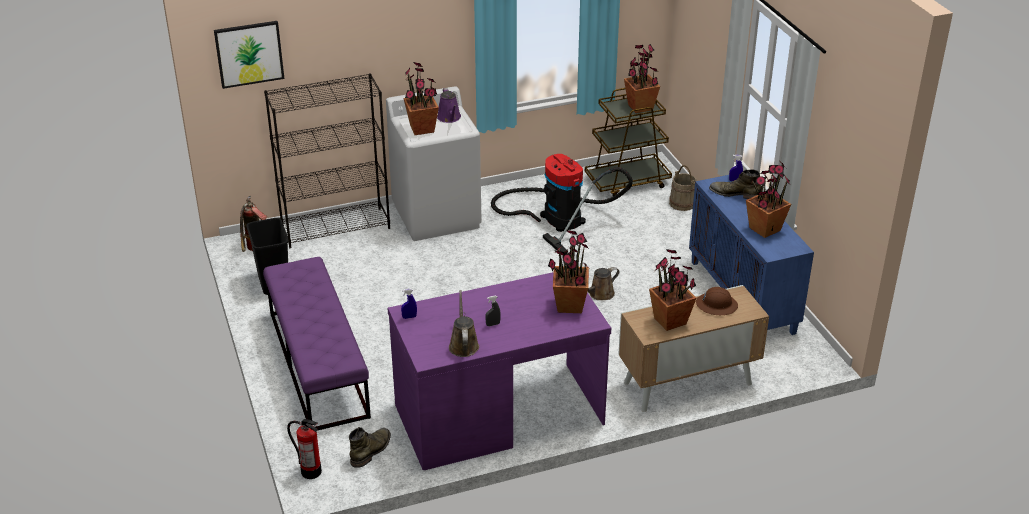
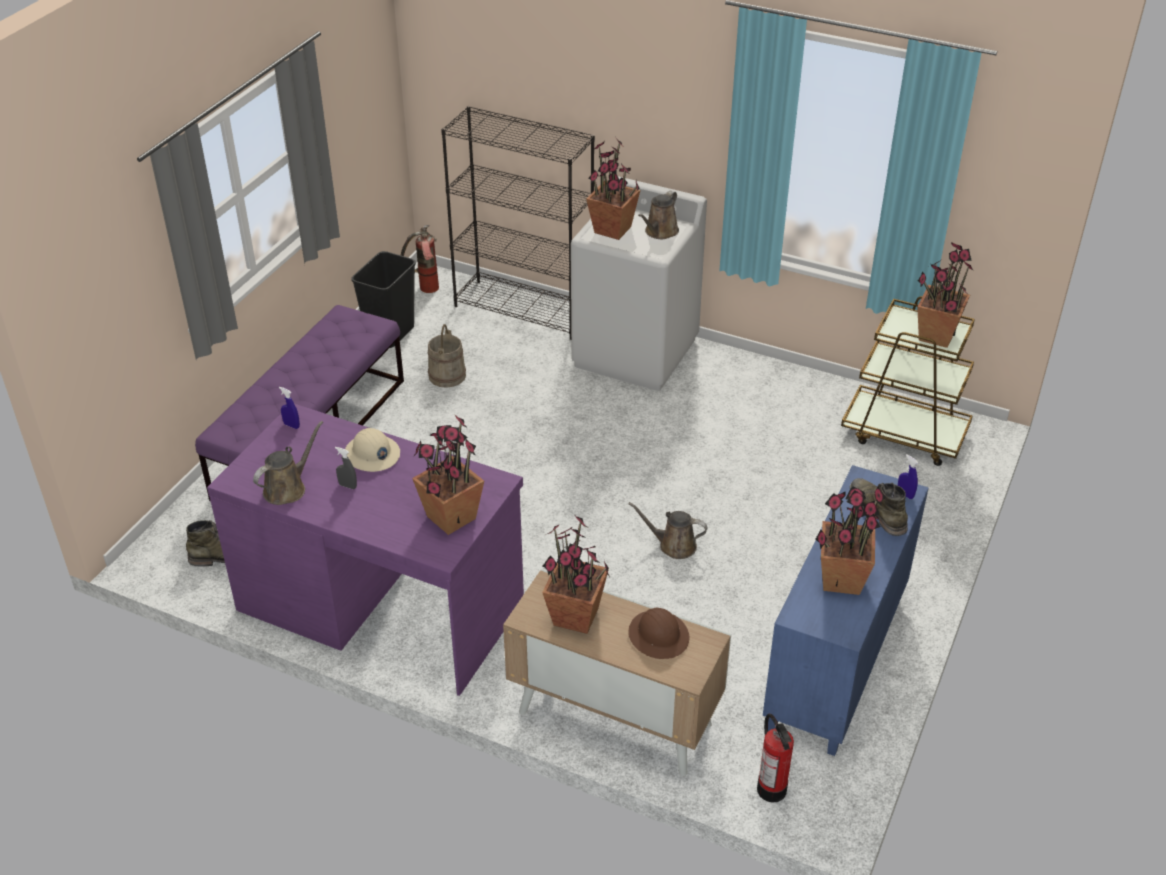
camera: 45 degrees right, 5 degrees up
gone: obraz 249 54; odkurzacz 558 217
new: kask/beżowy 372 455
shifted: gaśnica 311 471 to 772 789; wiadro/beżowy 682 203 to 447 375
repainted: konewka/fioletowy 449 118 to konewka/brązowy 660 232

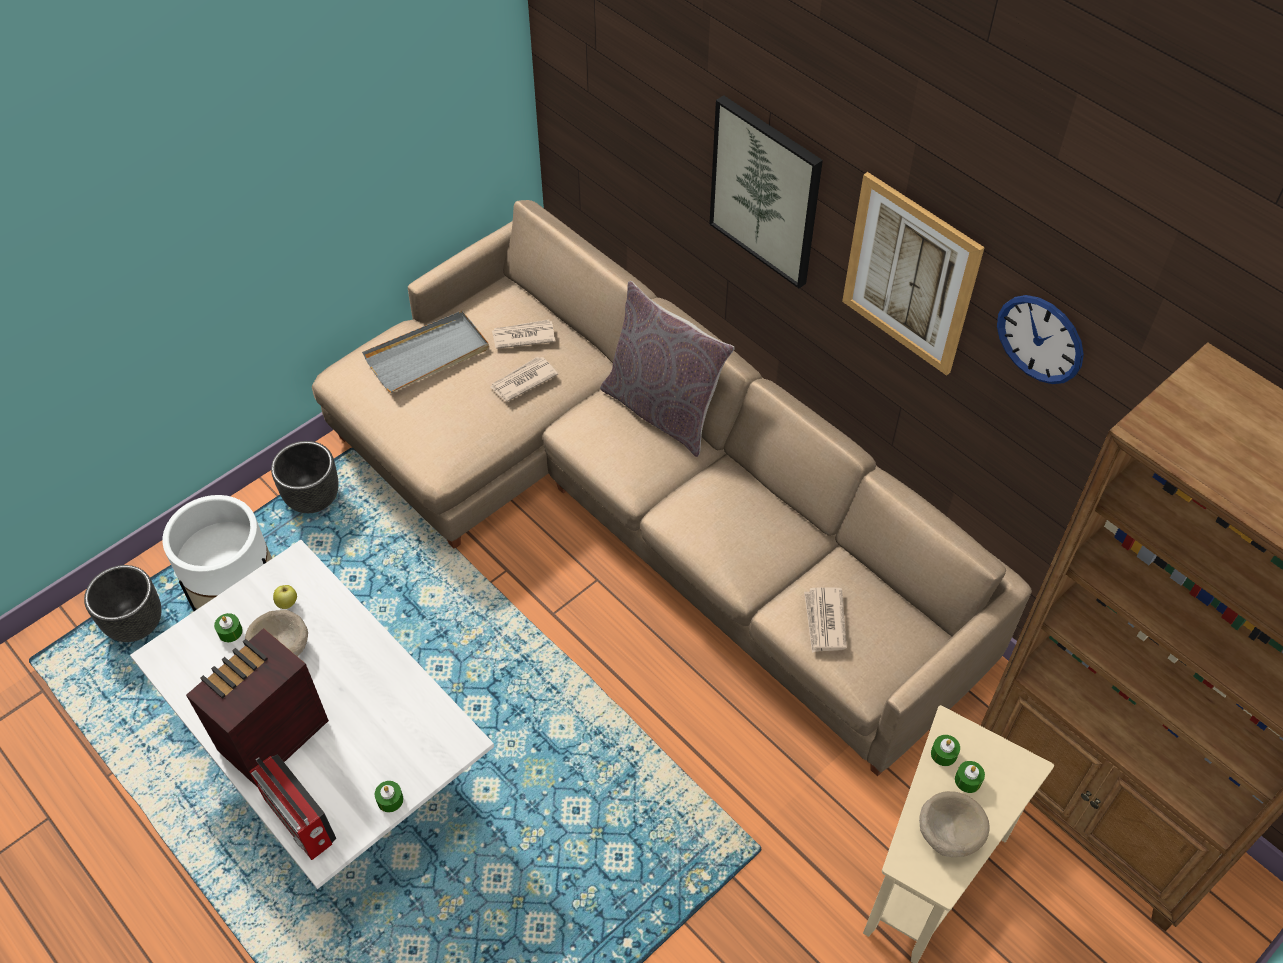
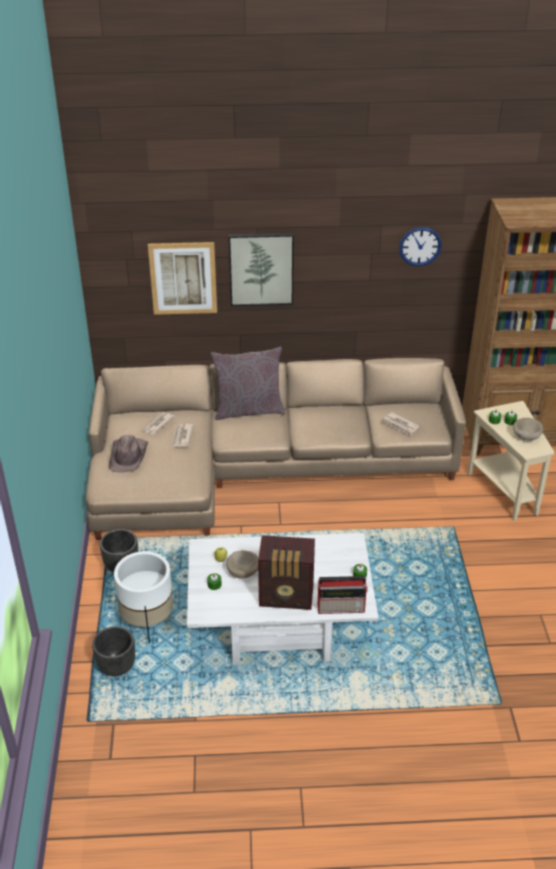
camera: 50 degrees left, 15 degrees down
shifted: obraz 910 275 to 183 278
swapped: taca/szary 428 355 to kapelusz/brązowy 129 456
rotated: radio 270 736 = 287 597 75 degrees counterclockwise

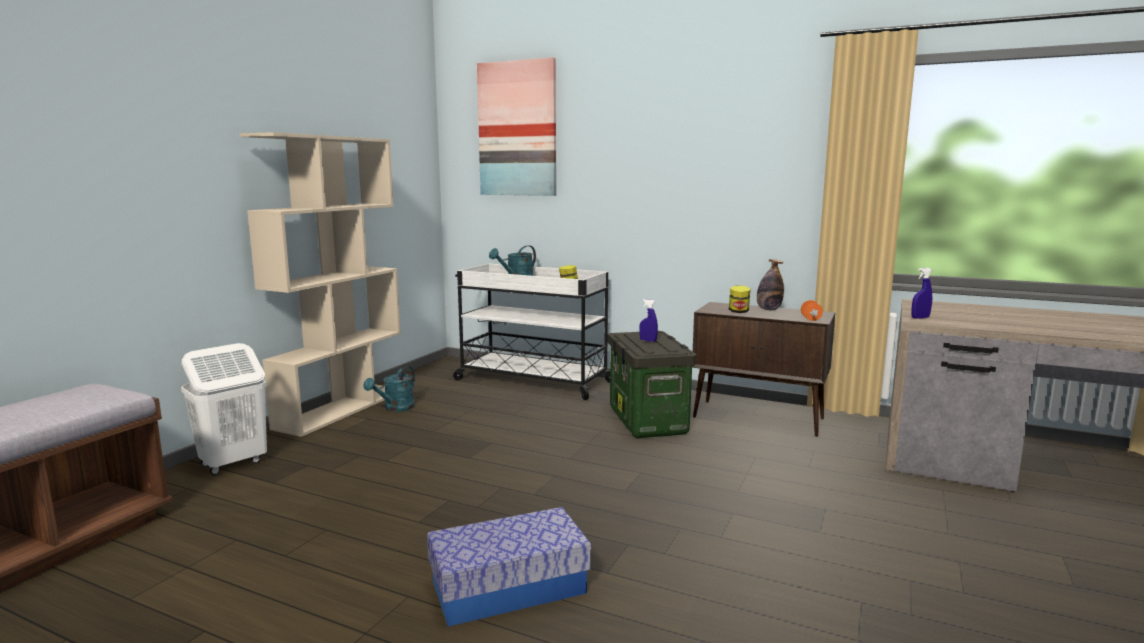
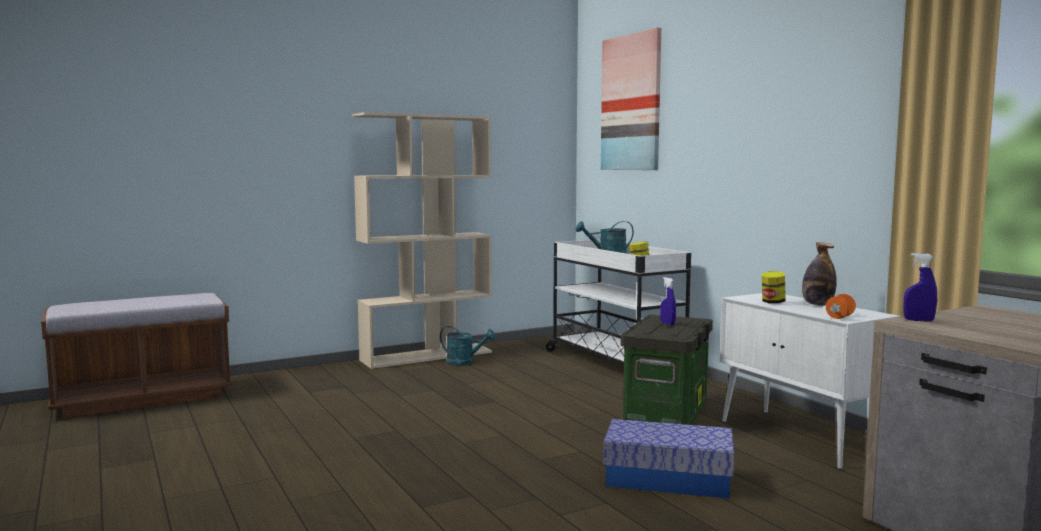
camera: 35 degrees right, 5 degrees down
gone: kosz na pranie/biały 232 464
shifted: pojemnik do przechowywania 509 587 to 668 479
repainted: szafka/brązowy 759 418 to szafka/biały 800 438
rotated: konewka/turkusowy 395 408 = 465 363 135 degrees counterclockwise

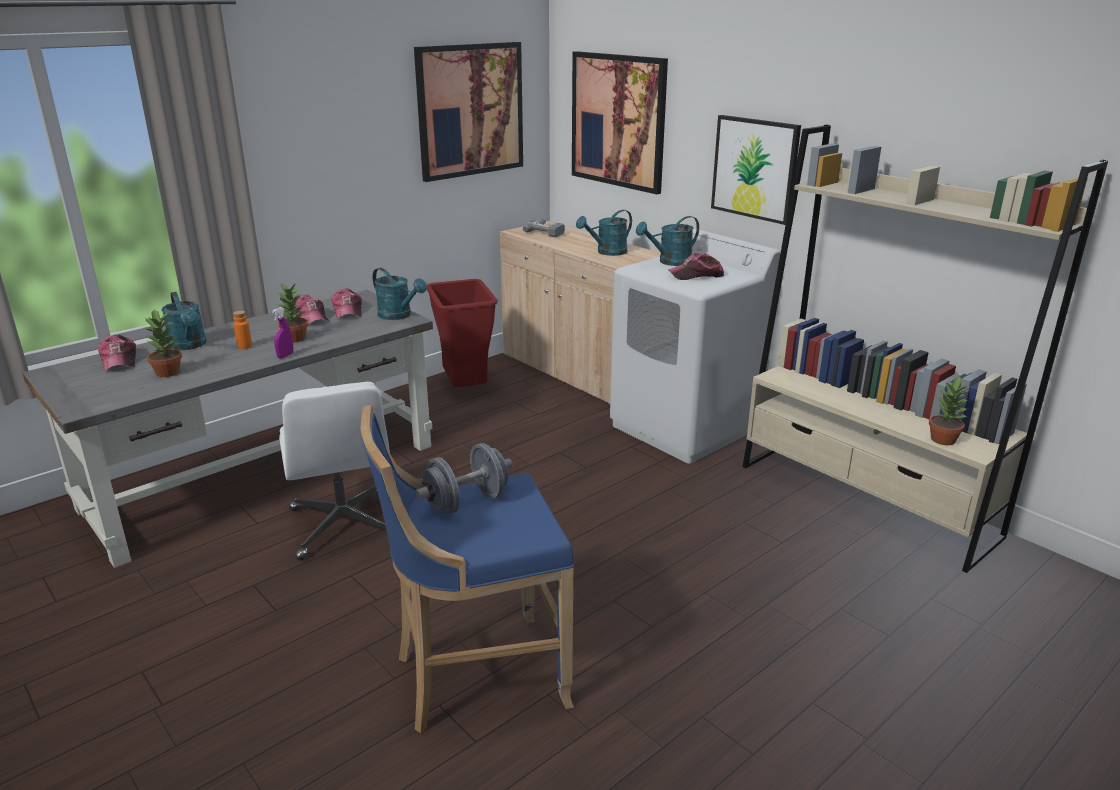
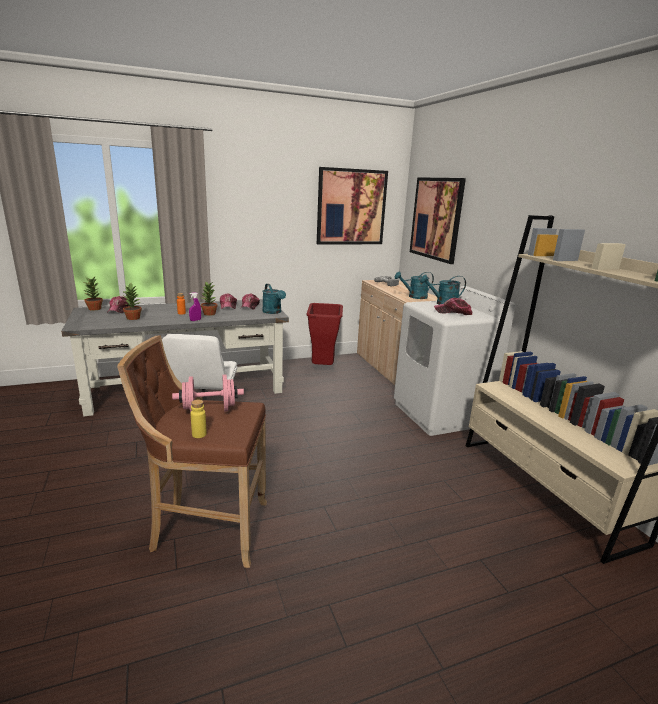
camera: 20 degrees right, 5 degrees down
gone: konewka/turkusowy 189 345; obraz 755 168
new: butelka/żółty 199 434
shifted: roślina doniczkowa 943 440 to 95 309
repainted: stołek/niebieski 475 677 to stołek/brązowy 207 528; hantel/szary 466 502 to hantel/różowy 209 410

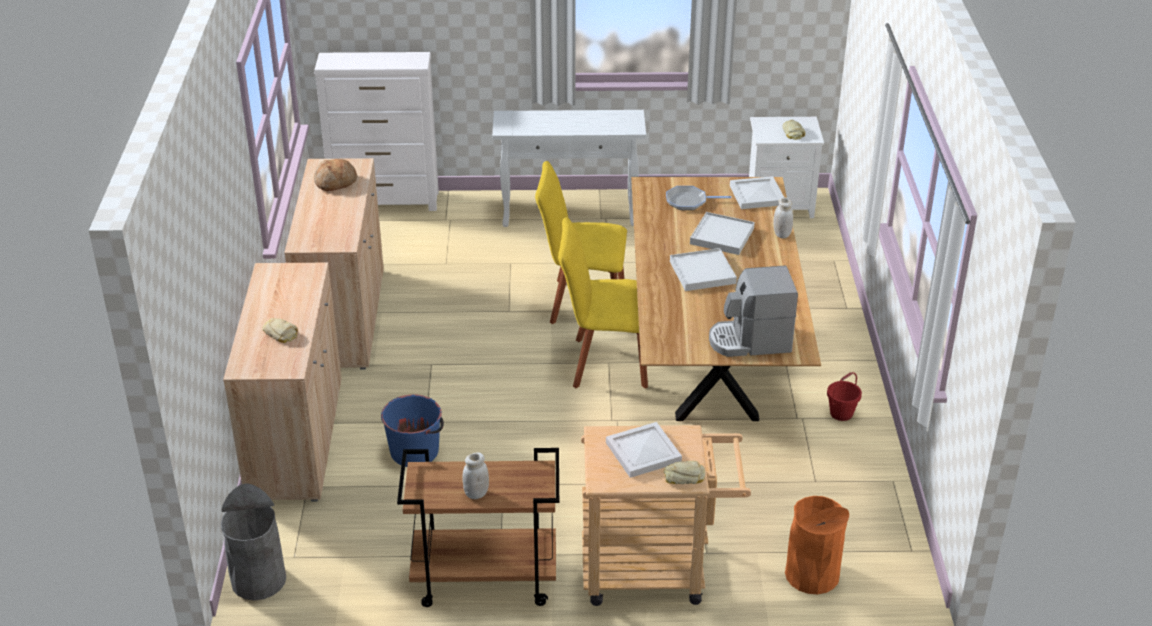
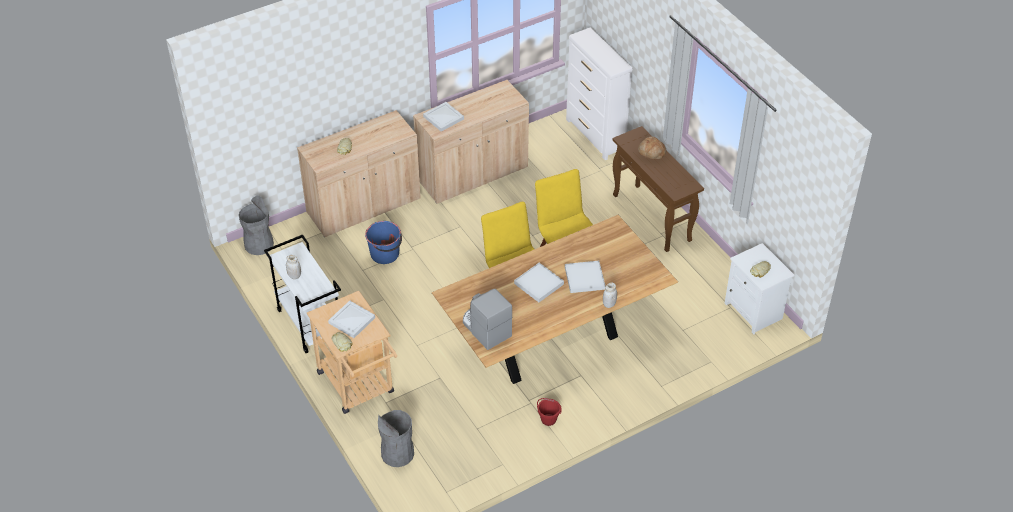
camera: 60 degrees right, 10 degrees up
gone: patelnia 688 201
shifted: chleb 335 182 to 651 152; taca/biały 758 195 to 443 118
repainted: wózek/brązowy 483 580 to wózek/biały 309 323; stolik konsolowy/biały 570 214 to stolik konsolowy/brązowy 652 218; kosz na śmieci/pomarańczowy 812 574 to kosz na śmieci/szary 397 453

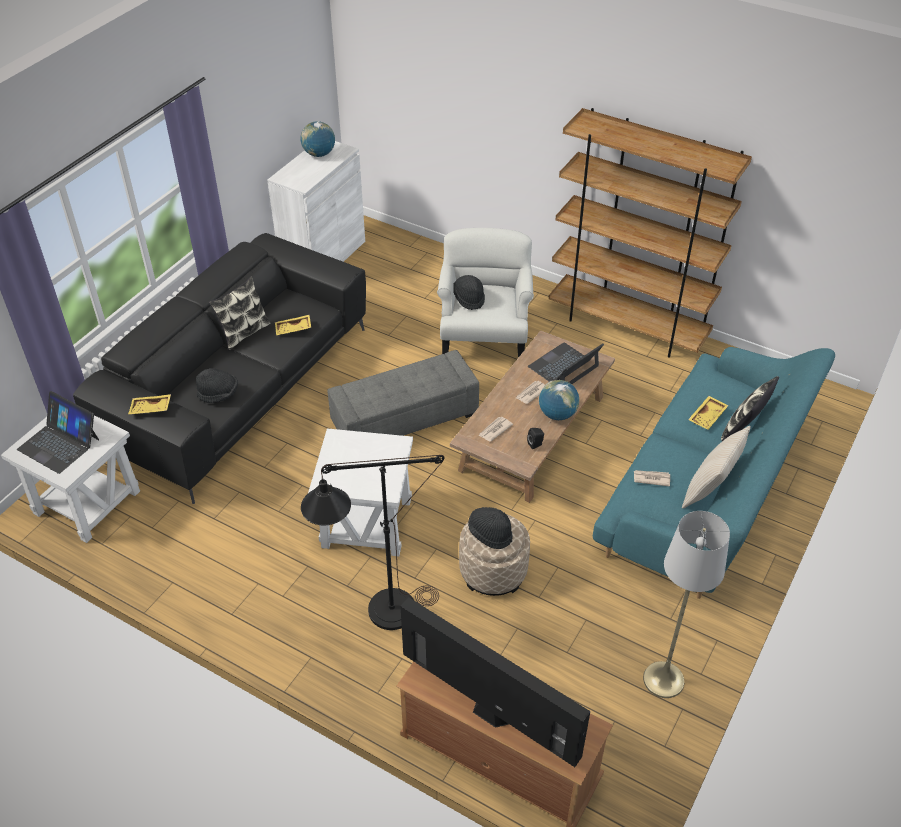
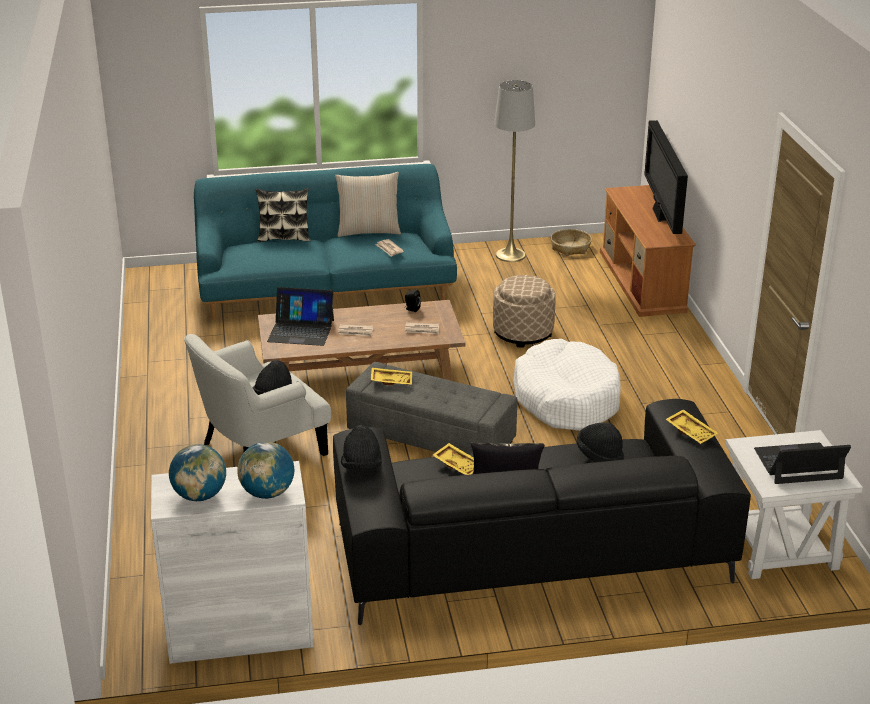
camera: 130 degrees left, 15 degrees down
gone: lampa stojąca/czarny 378 615; regał/brązowy 627 326
new: koszyk 570 248
shifted: kapelusz/czarny 490 533 to 361 466; globus 557 414 to 267 493; taca/żółty 708 417 to 391 381
swapped: stolik/biały 366 524 to legowisko/biały 566 399
rotated: laptop 59 444 = 798 464 90 degrees counterclockwise

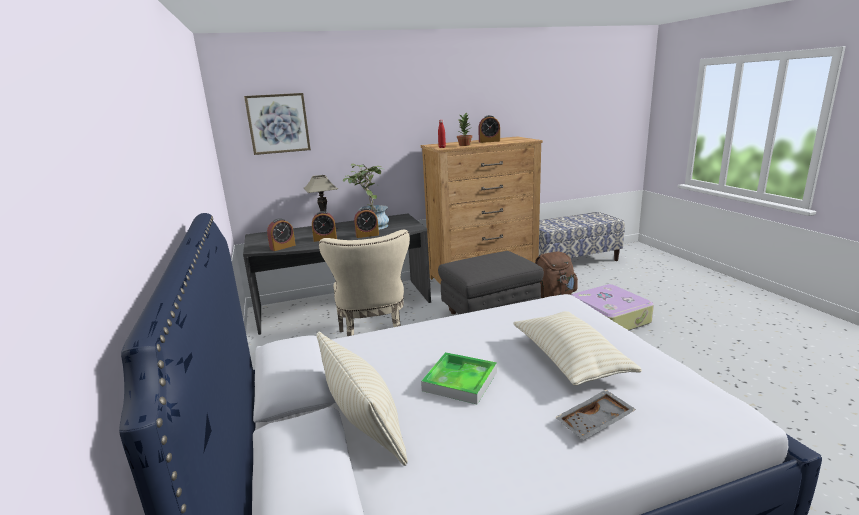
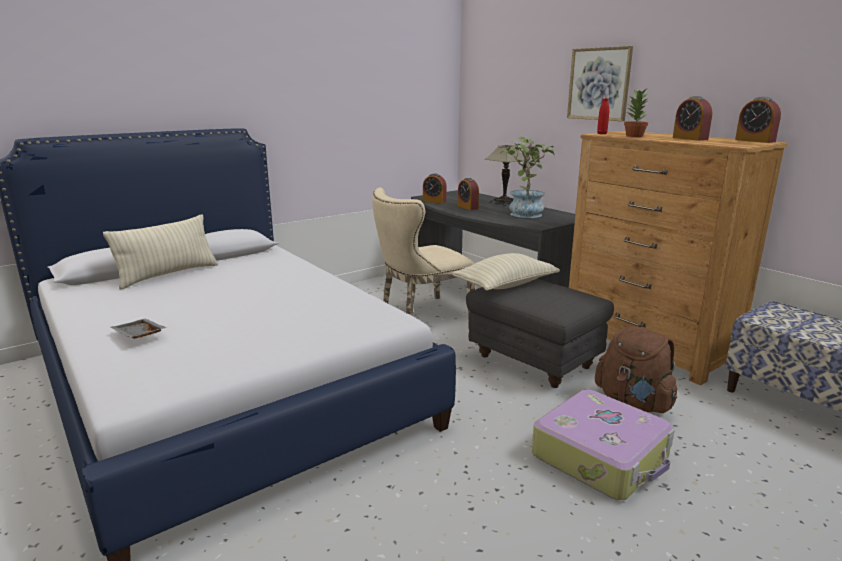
camera: 70 degrees right, 0 degrees up
gone: taca 460 381
shifted: obraz 278 123 to 599 84; budzik 367 235 to 755 141; poduszka/beżowy 570 360 to 505 285

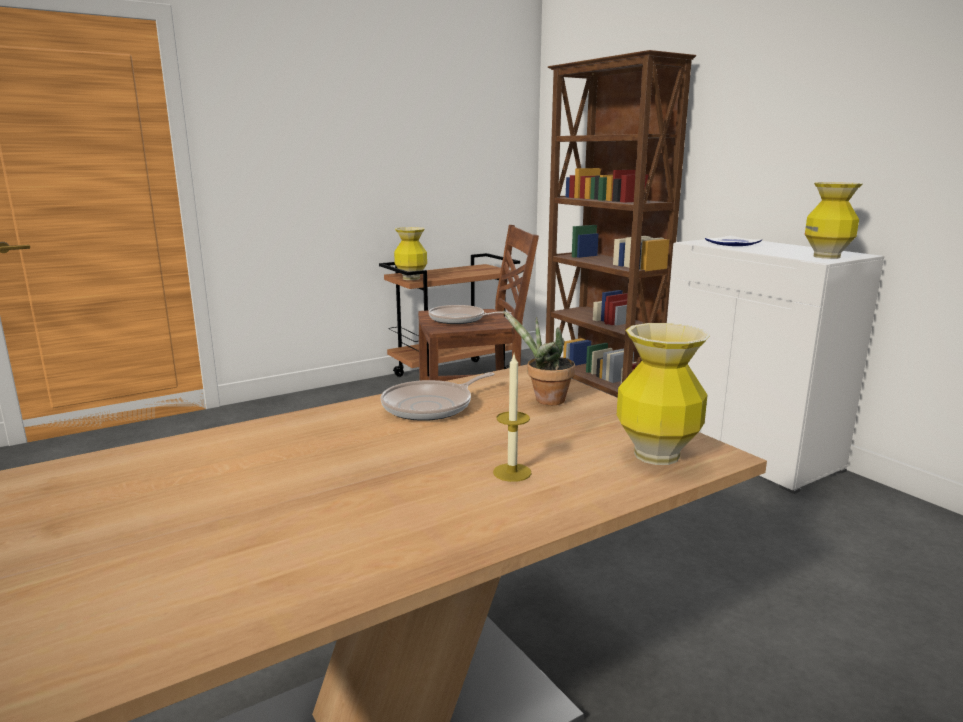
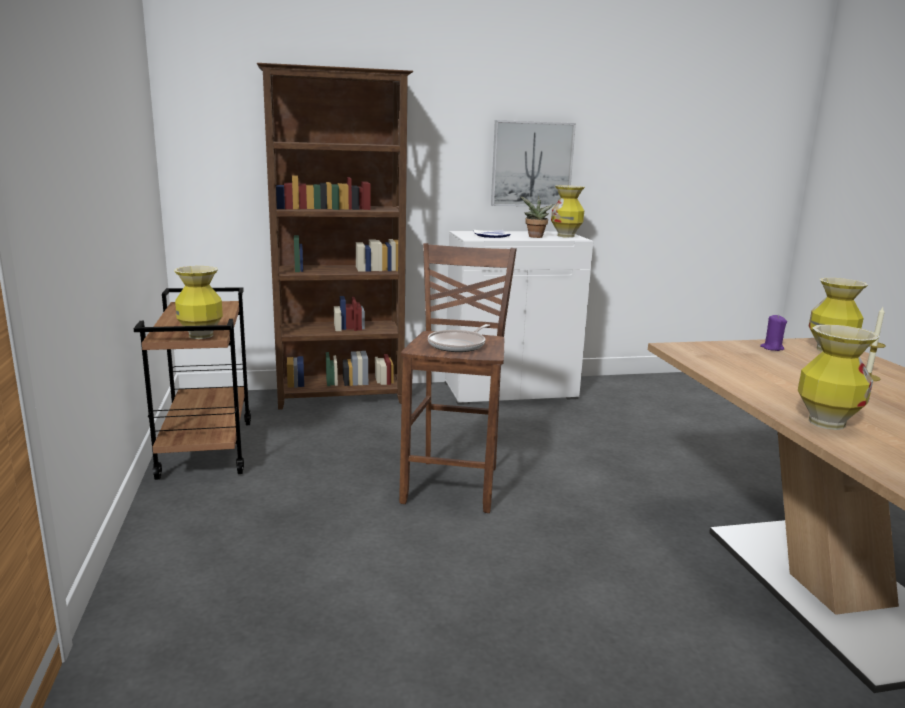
camera: 70 degrees left, 0 degrees up
gone: patelnia 431 406
new: obraz 531 164; świeca/fioletowy 772 348; wazon 826 423
shifted: roślina doniczkowa 545 400 to 535 237

